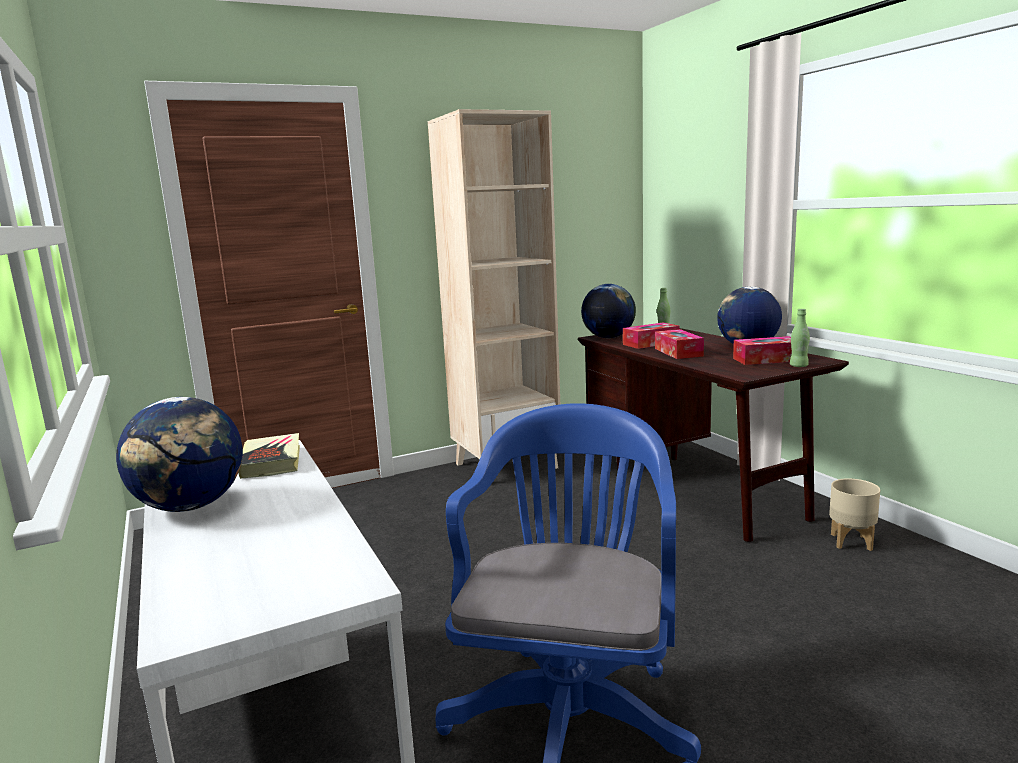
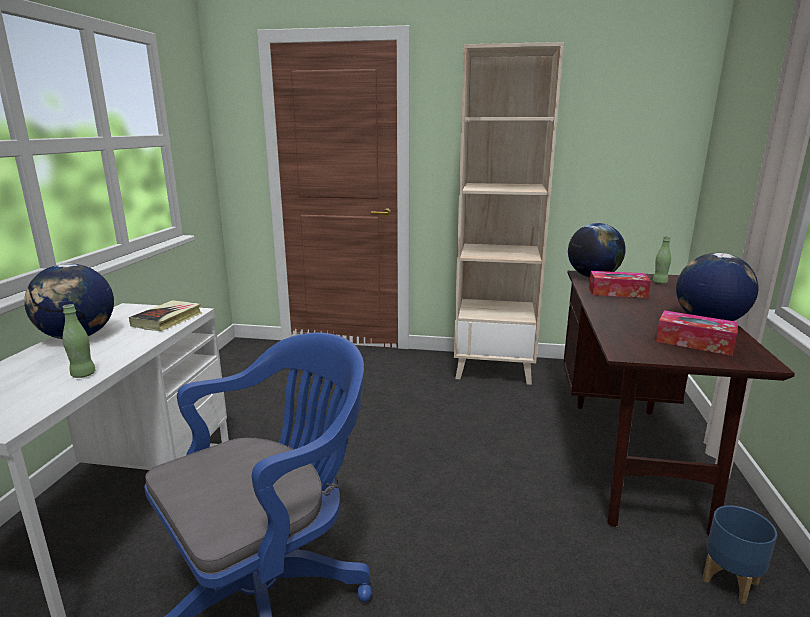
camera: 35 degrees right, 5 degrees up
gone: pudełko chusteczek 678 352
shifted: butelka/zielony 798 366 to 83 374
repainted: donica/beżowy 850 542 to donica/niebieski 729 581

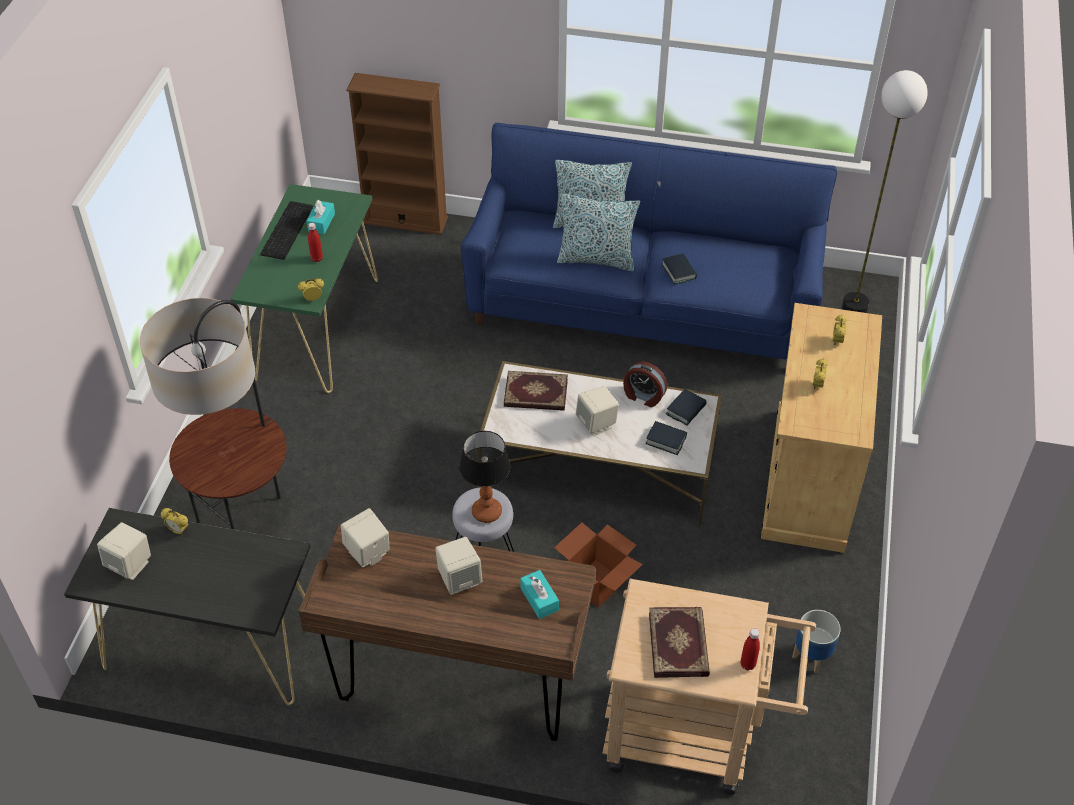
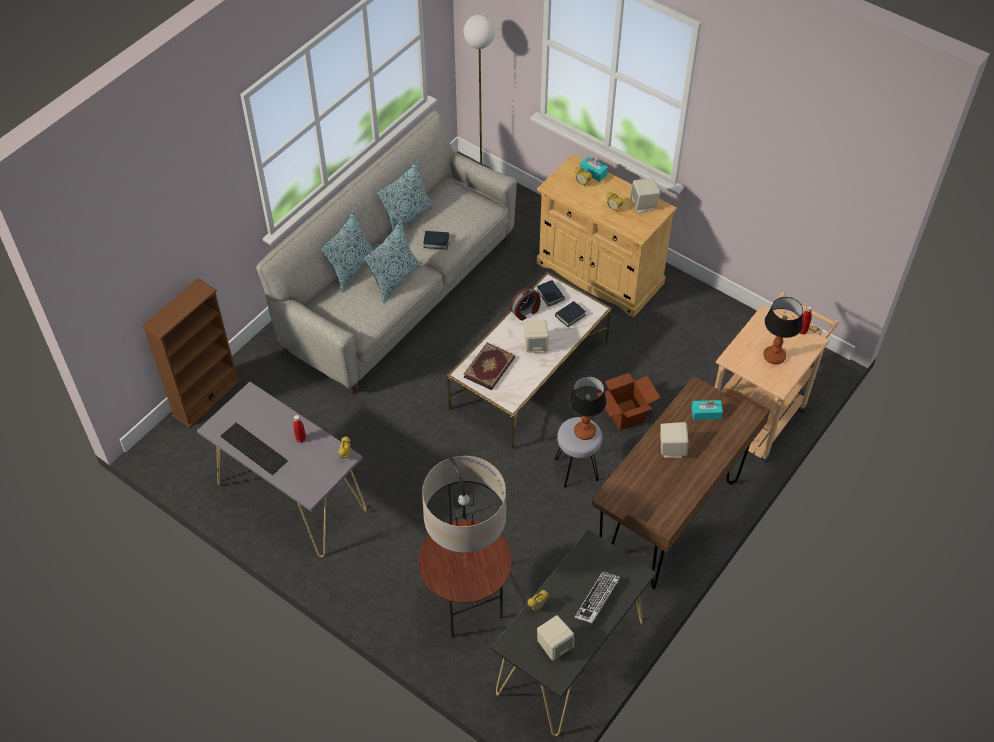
camera: 65 degrees left, 5 degrees up
gone: donica 811 656
new: poduszka 407 218; klawiatura 597 599
shifted: pudełko chusteczek/turkusowy 321 222 to 593 172; głośnik/beżowy 367 553 to 643 205
swapped: książka 679 644 to lampa stołowa 774 356
repainted: stolik konsolowy/zielony 317 328 to stolik konsolowy/szary 291 496; kanapa/niebieski 642 308 to kanapa/szary 399 293

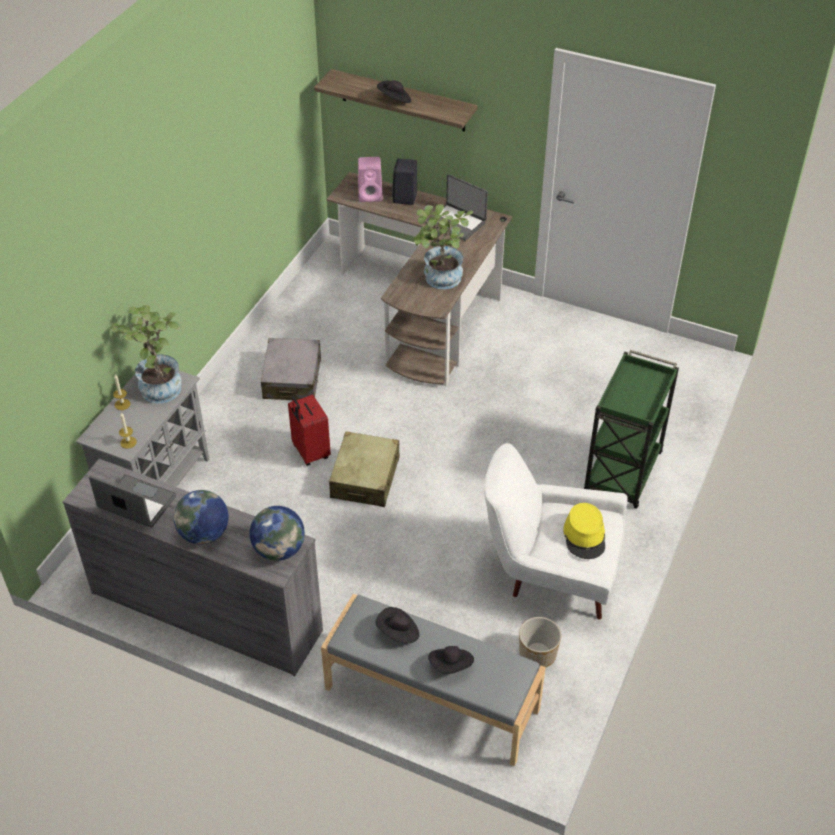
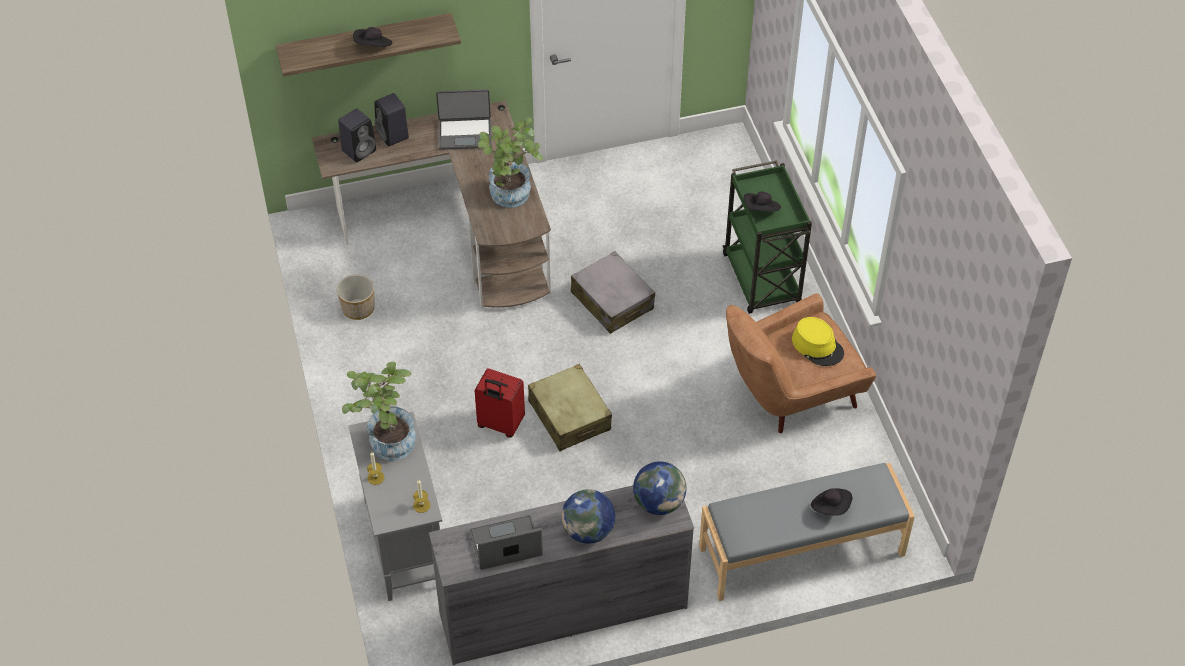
camera: 40 degrees left, 5 degrees up
shifted: walizka/szary 292 378 to 612 301; kapelusz/czarny 398 633 to 761 210; donica 537 654 to 358 308
repainted: głośnik/różowy 371 195 to głośnik/czarny 359 150; fotel/biały 551 573 to fotel/brązowy 789 396

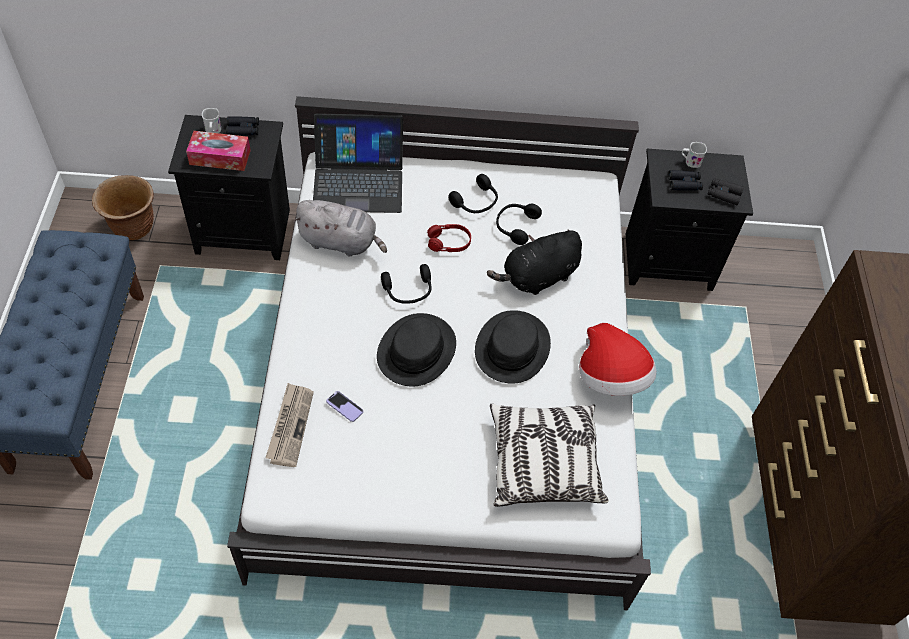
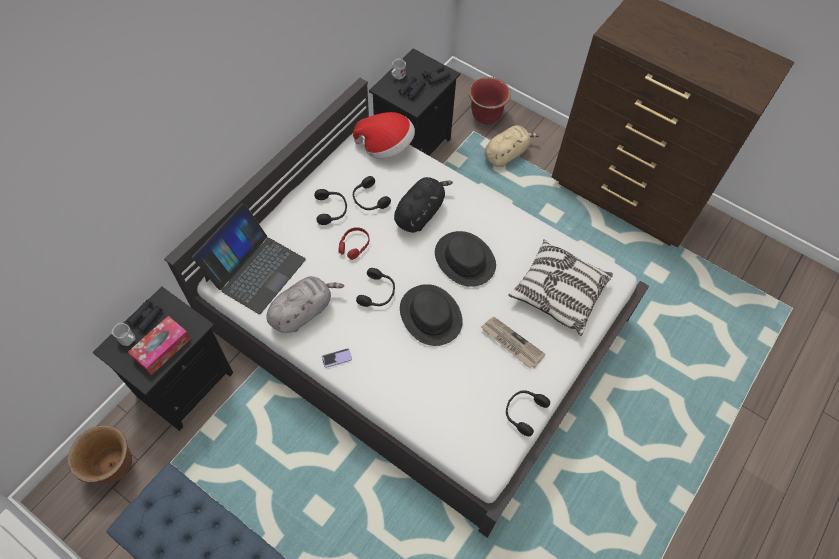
camera: 55 degrees left, 5 degrees up
new: donica/czerwony 486 116; pluszak/beżowy 506 154; słuchawki/czarny 523 412
shifted: gazeta 290 426 to 511 343; telefon 344 407 to 336 358; kapelusz 611 377 to 386 146
rotated: pluszak/czarny 537 278 = 420 213 150 degrees counterclockwise

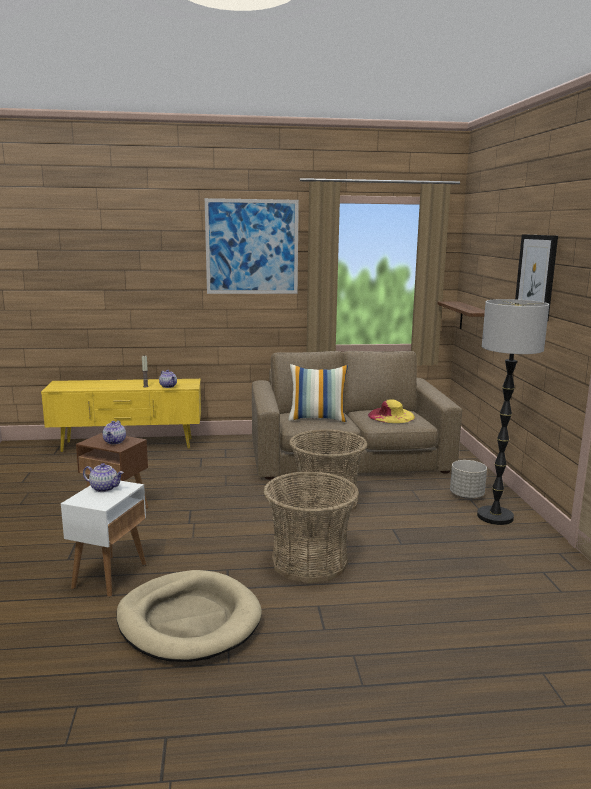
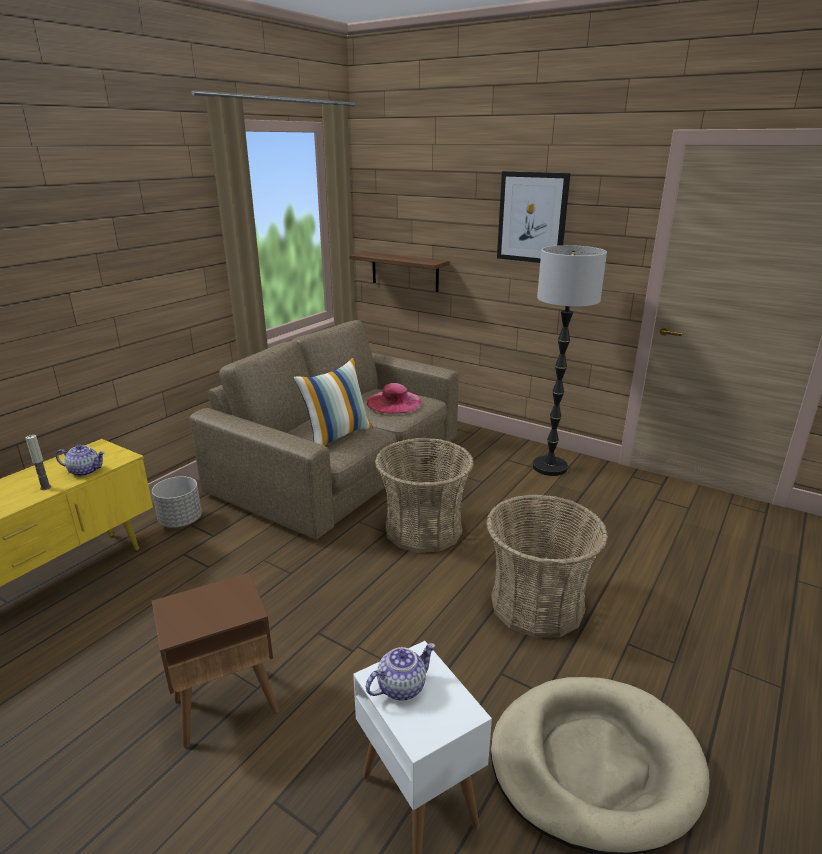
camera: 50 degrees left, 10 degrees up
gone: imbryk 115 442; obraz 252 247
shifted: donica/szary 466 495 to 181 521
repainted: kapelusz/żółty 391 416 to kapelusz/różowy 394 402

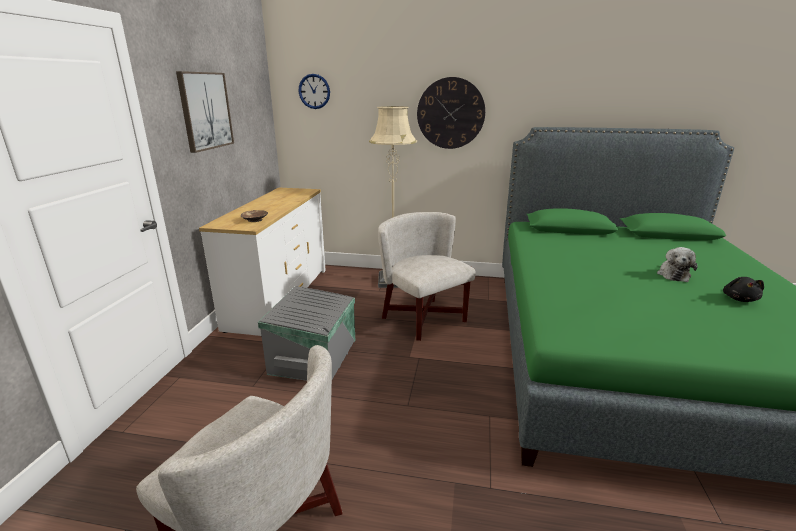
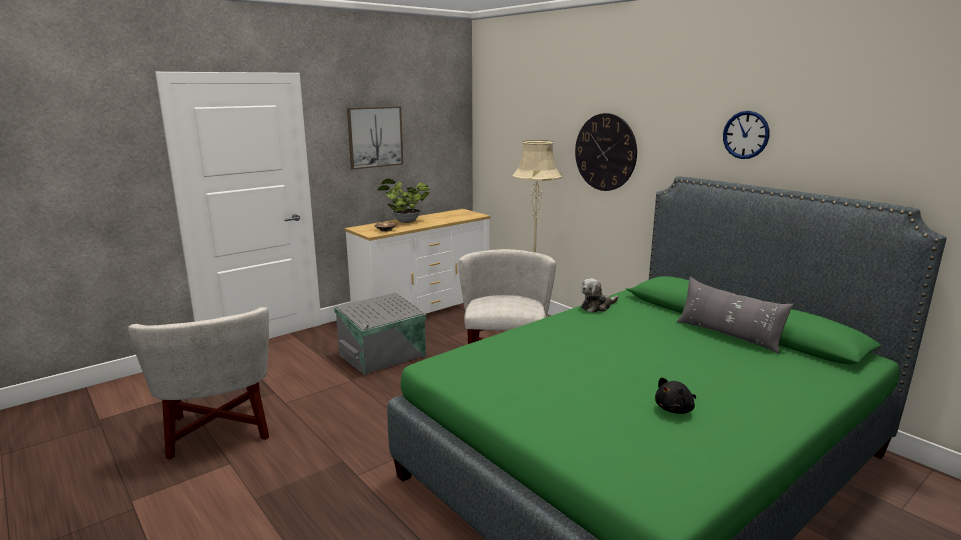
camera: 40 degrees right, 5 degrees down
new: roślina doniczkowa 404 221; poduszka/szary 728 335
shifted: zegar ścienny 314 91 to 745 135; pluszak 673 274 to 597 307

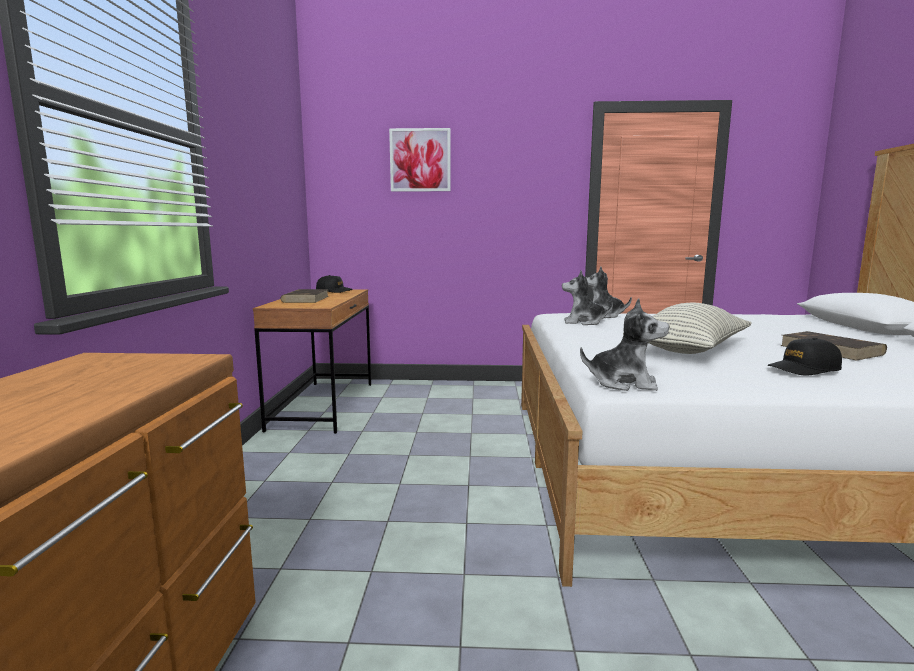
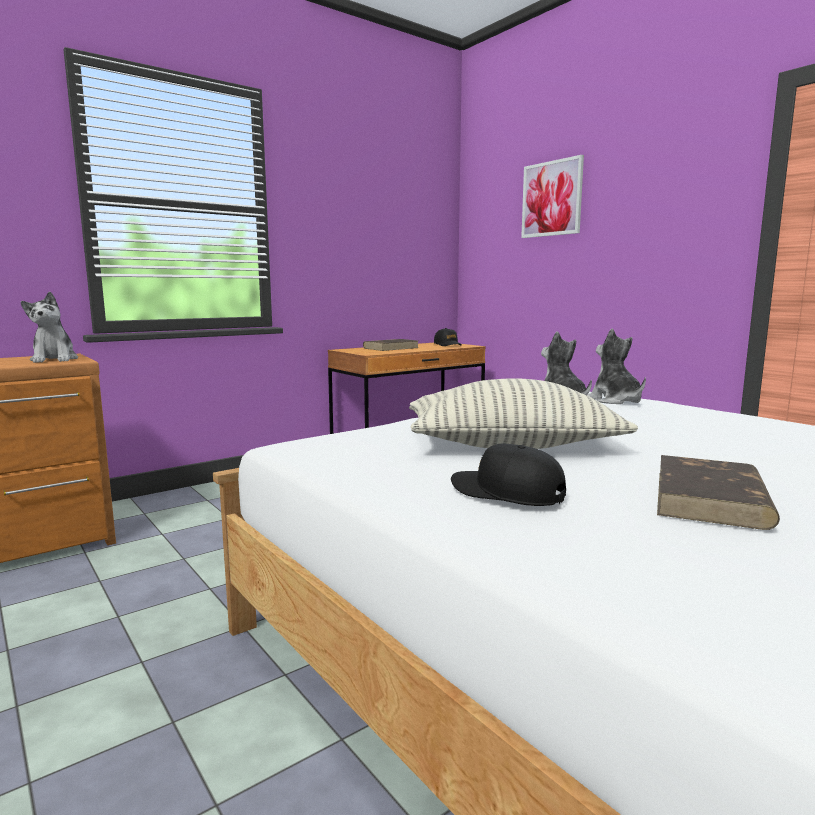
camera: 50 degrees right, 0 degrees up
shifted: pluszak 624 383 to 54 359

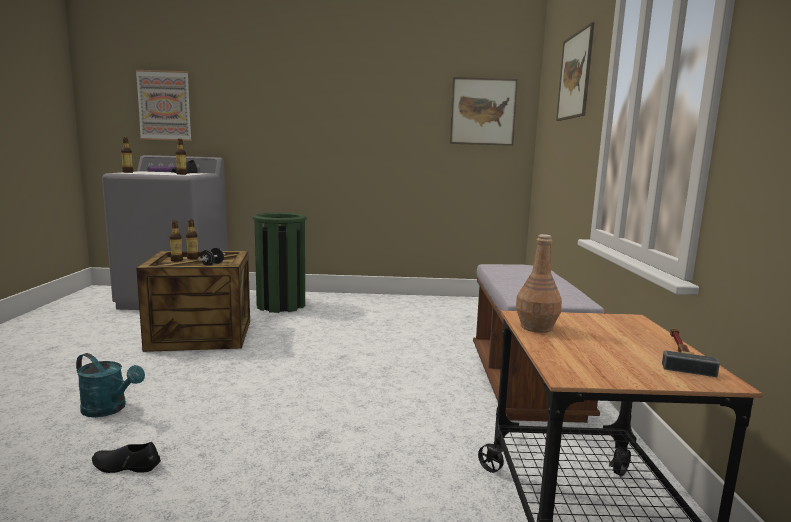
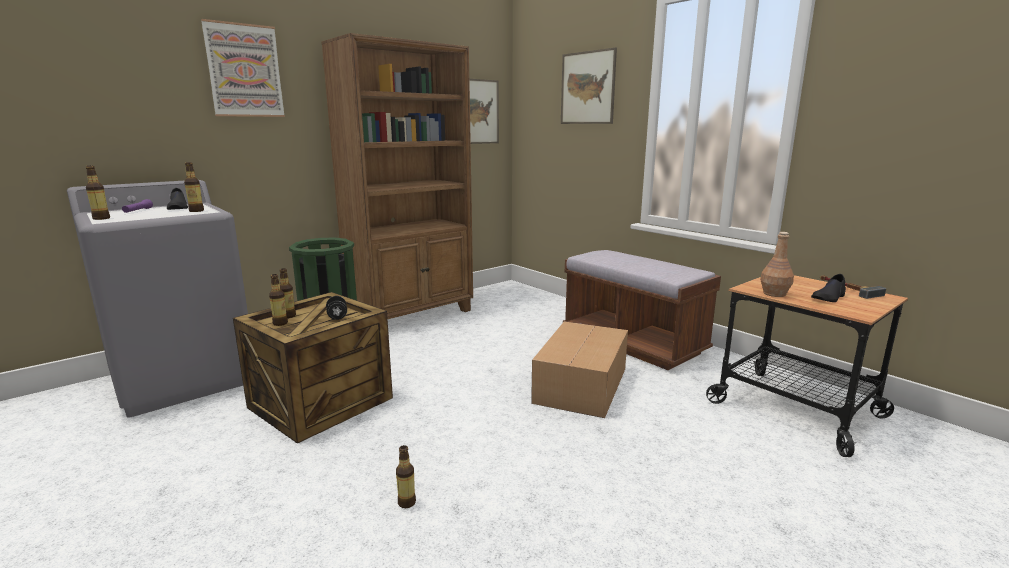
camera: 40 degrees left, 5 degrees up
new: regał/brązowy 413 315; karton 582 384
shifted: but/czarny 126 466 to 828 297; obraz 164 106 to 244 71
swapped: konewka/turkusowy 109 409 to butelka 406 502

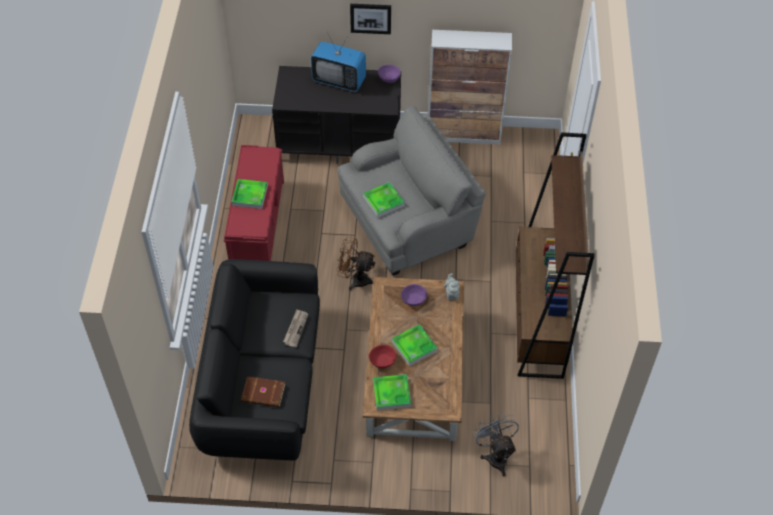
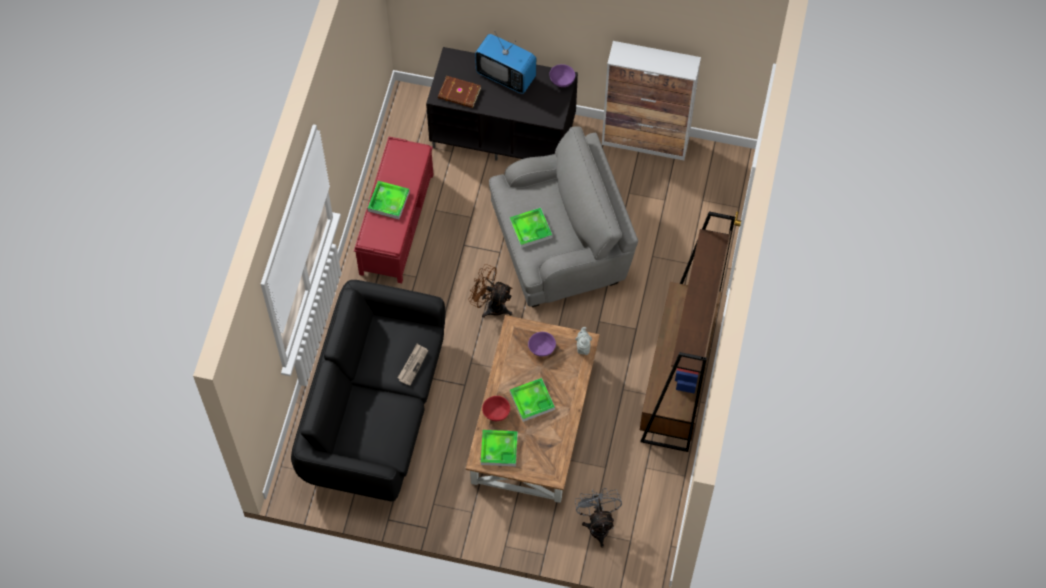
camera: 10 degrees right, 10 degrees up
gone: obraz 370 18
shifted: książka/brązowy 263 394 to 459 94

